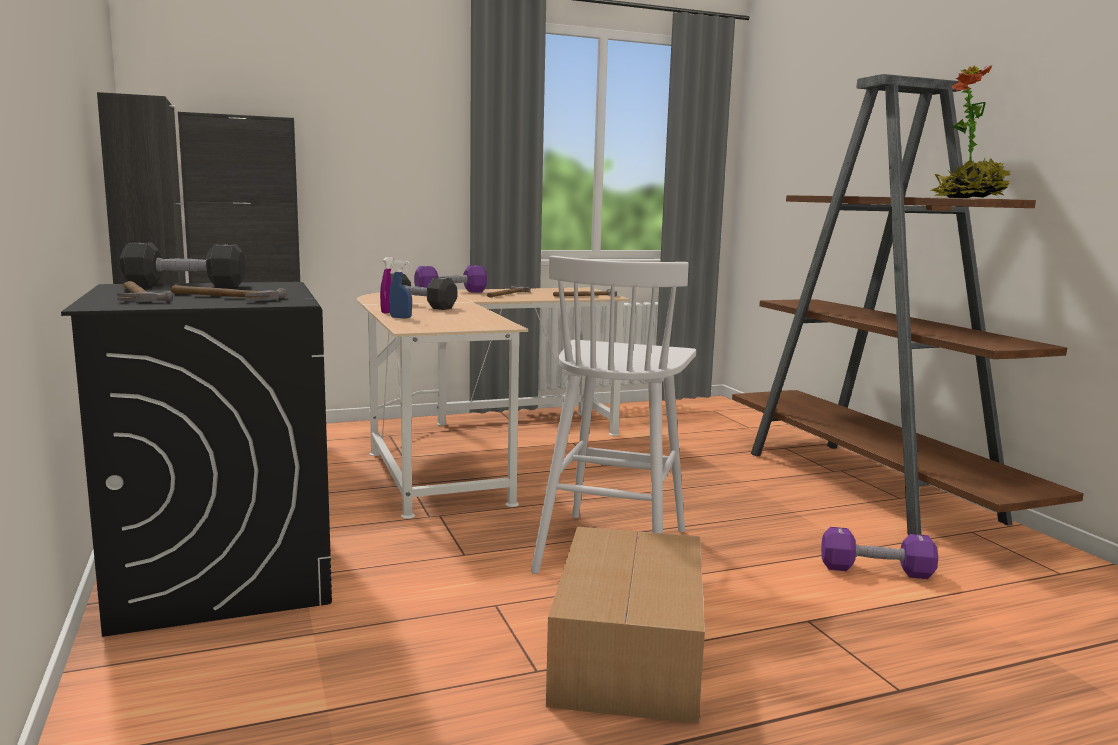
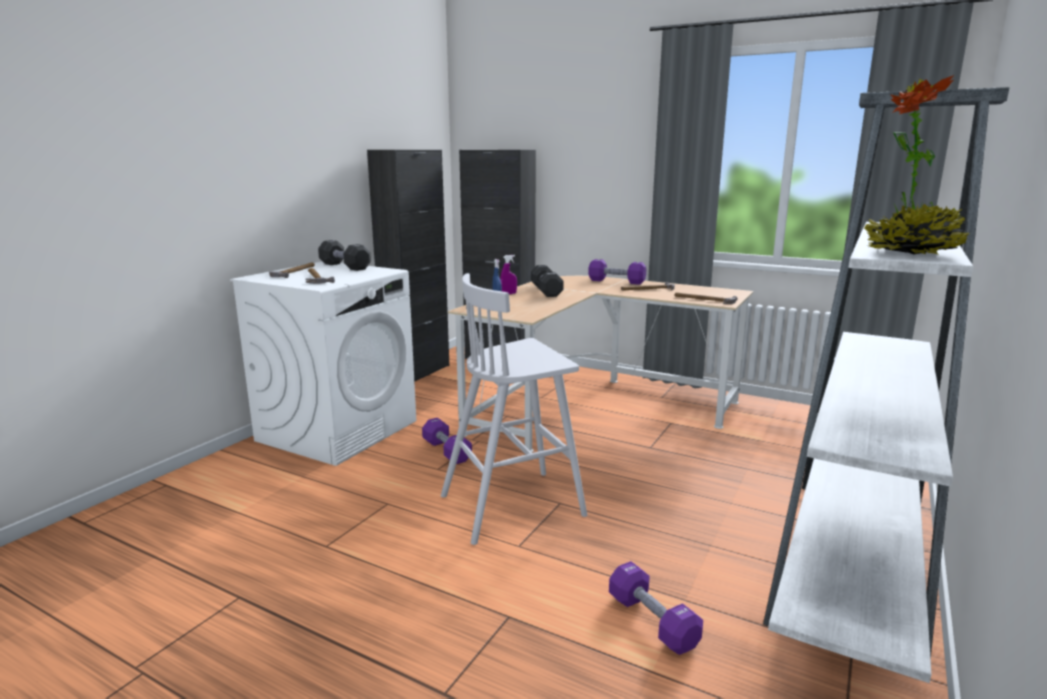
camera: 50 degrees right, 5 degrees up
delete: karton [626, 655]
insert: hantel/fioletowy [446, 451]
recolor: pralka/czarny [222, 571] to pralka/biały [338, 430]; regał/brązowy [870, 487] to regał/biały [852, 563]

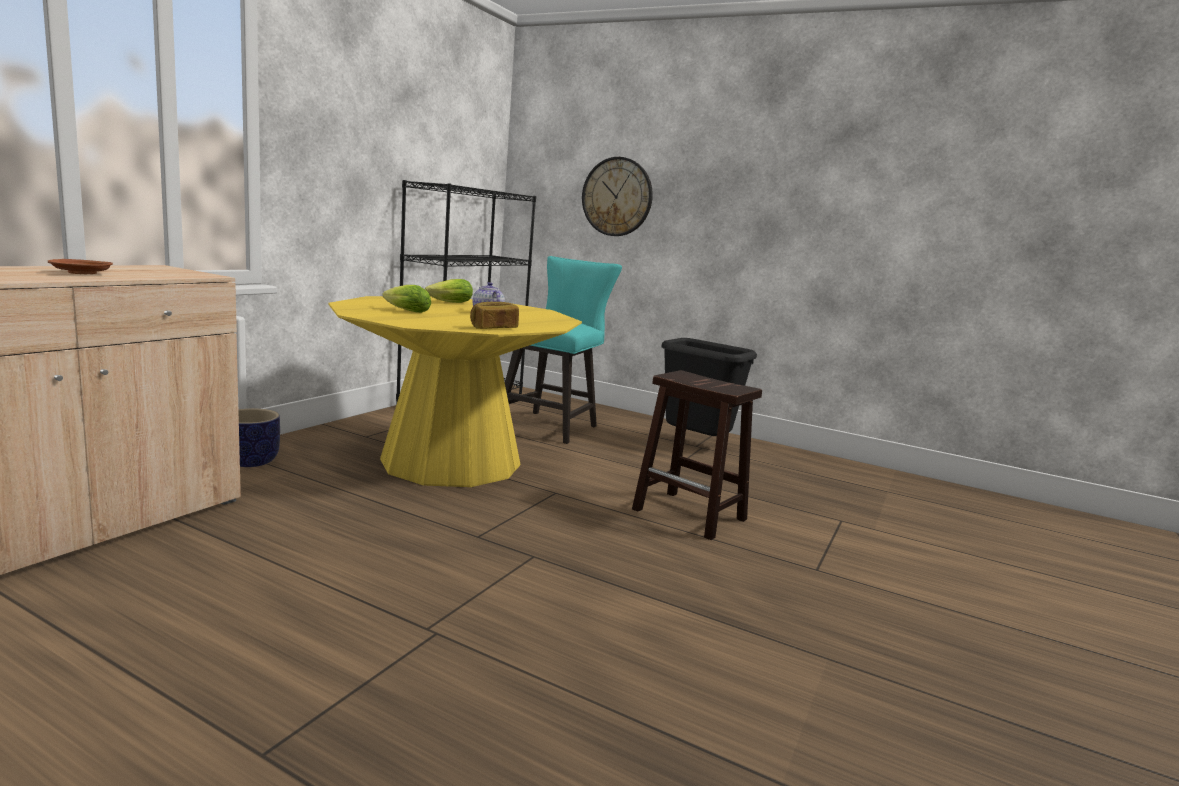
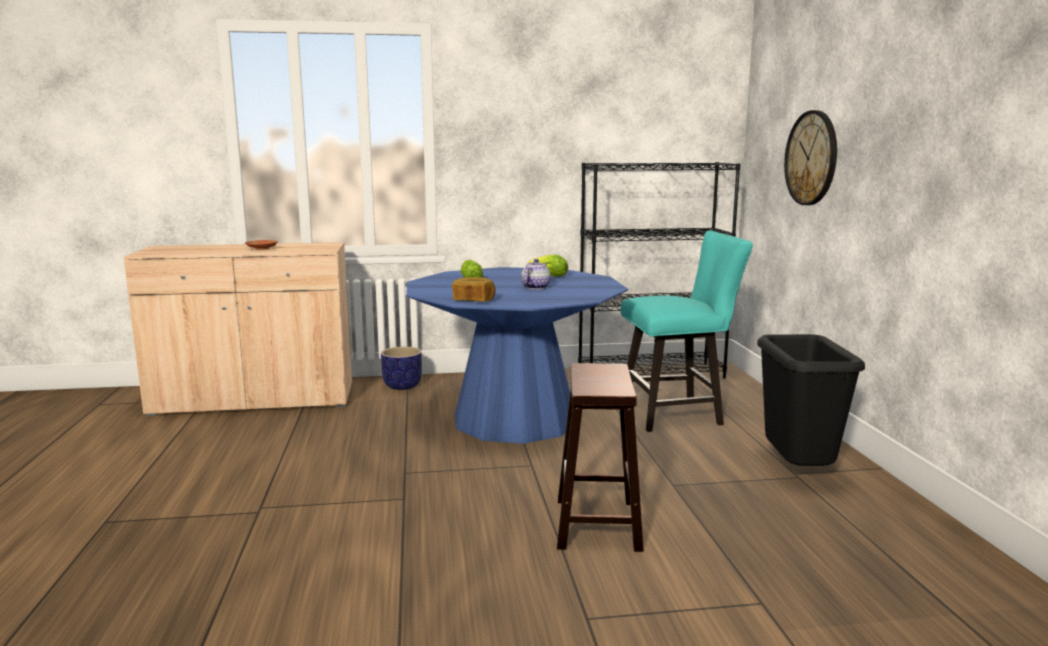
camera: 55 degrees right, 0 degrees up
recolor: stół jadalny/żółty [451, 461] to stół jadalny/niebieski [515, 419]

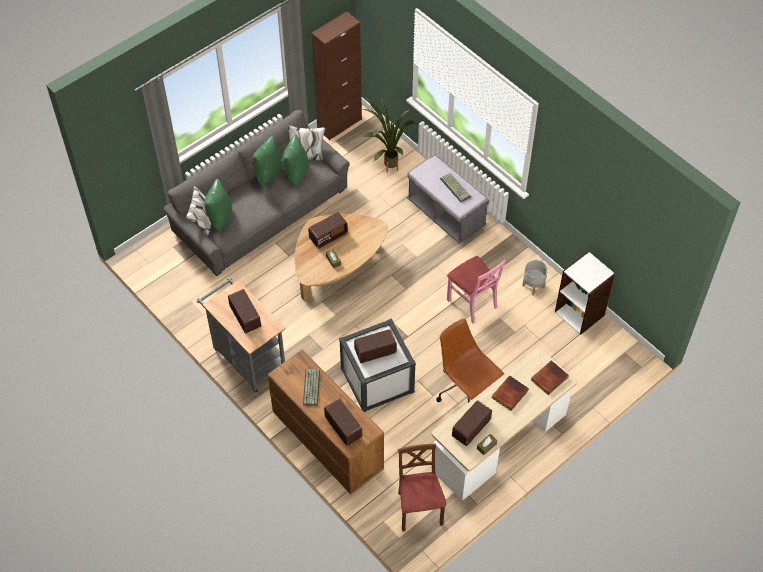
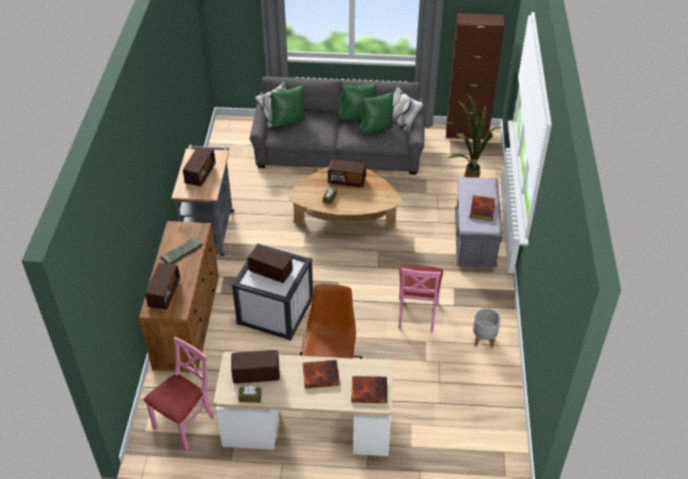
camera: 45 degrees right, 10 degrees down
delete: regał/biały [580, 313]
replace: klawiatura [456, 187] to książka [483, 209]
recolor: krzesło/brązowy [419, 509] to krzesło/różowy [185, 424]

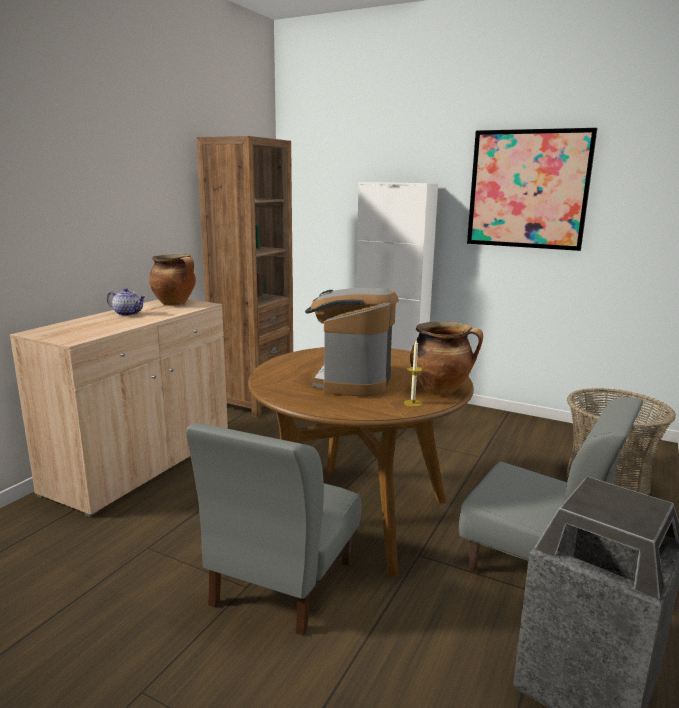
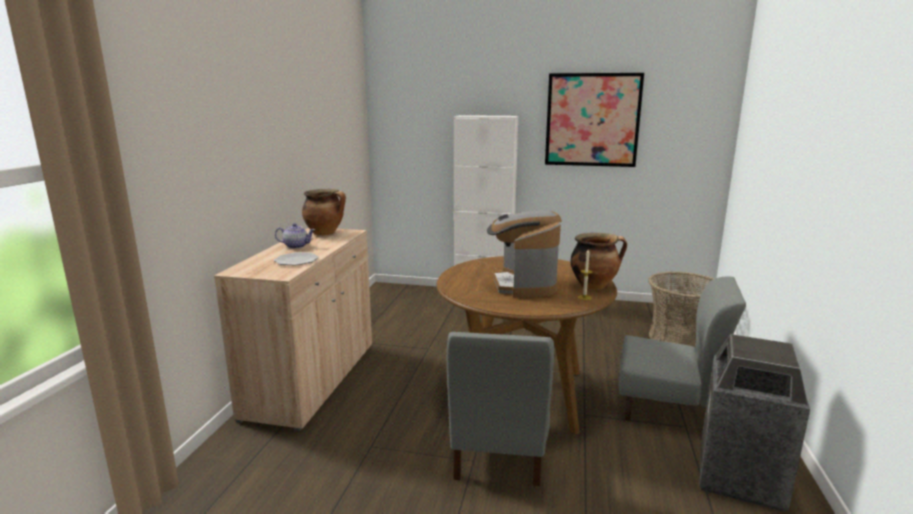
camera: 15 degrees left, 0 degrees up
delete: regał/brązowy [253, 400]
insert: talerz [296, 260]

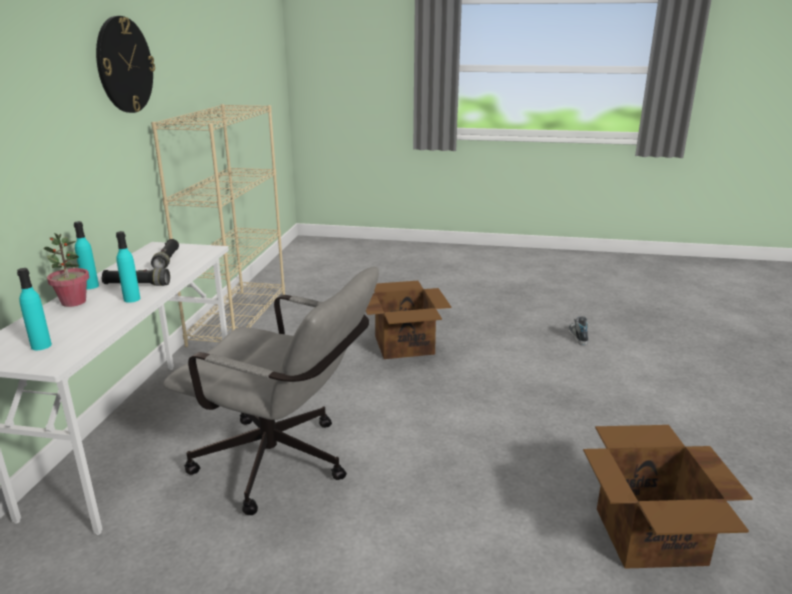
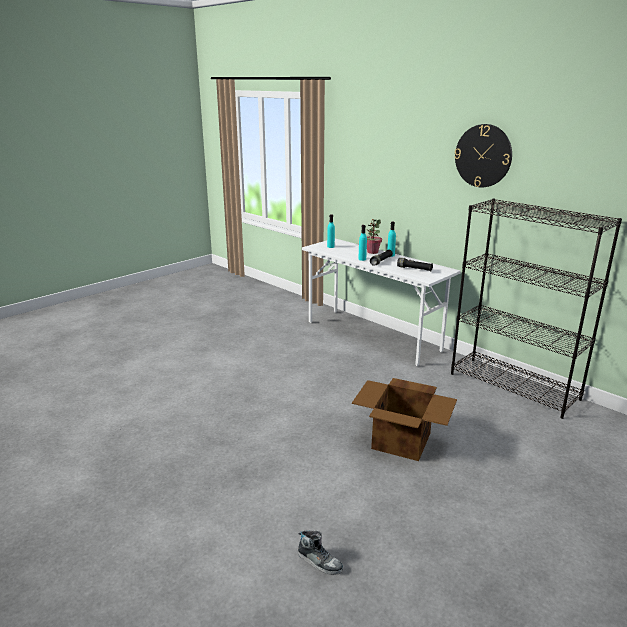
camera: 125 degrees right, 0 degrees up
delete: krzesło biurowe/szary [284, 465]; karton [649, 537]
recolor: regał/beżowy [239, 318] to regał/czarny [514, 386]

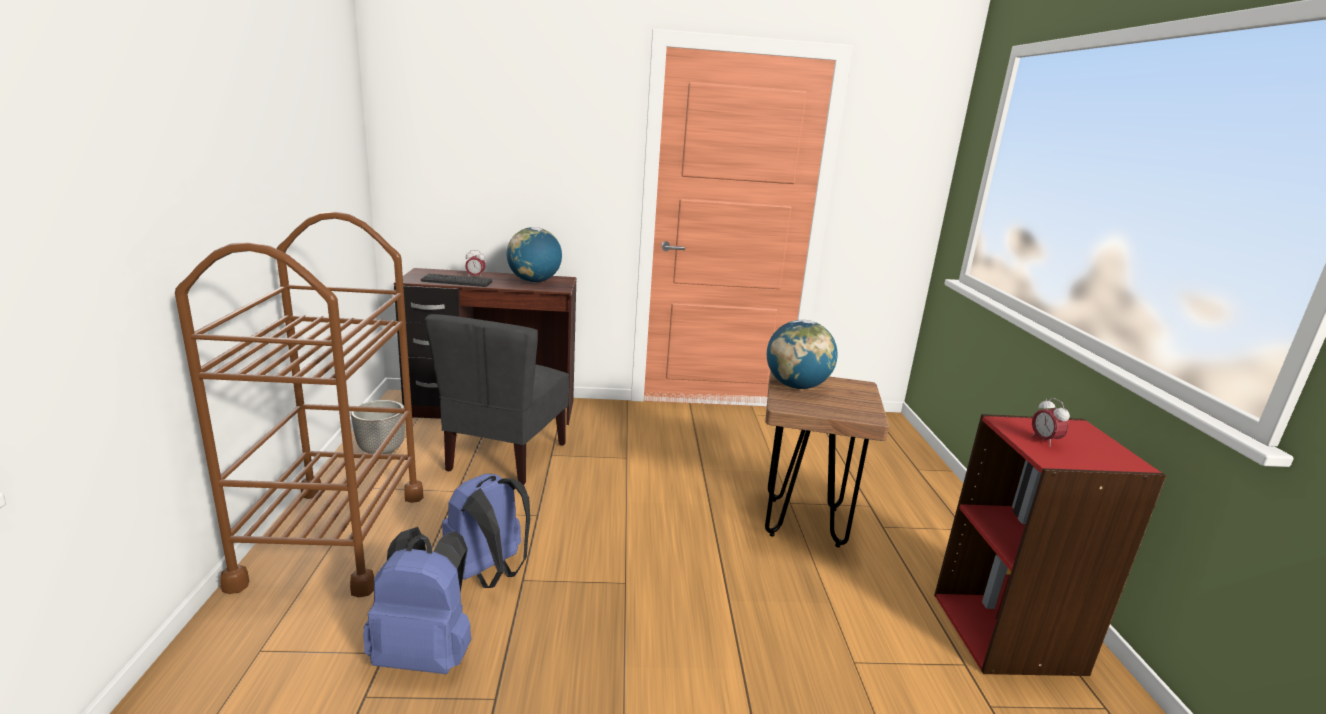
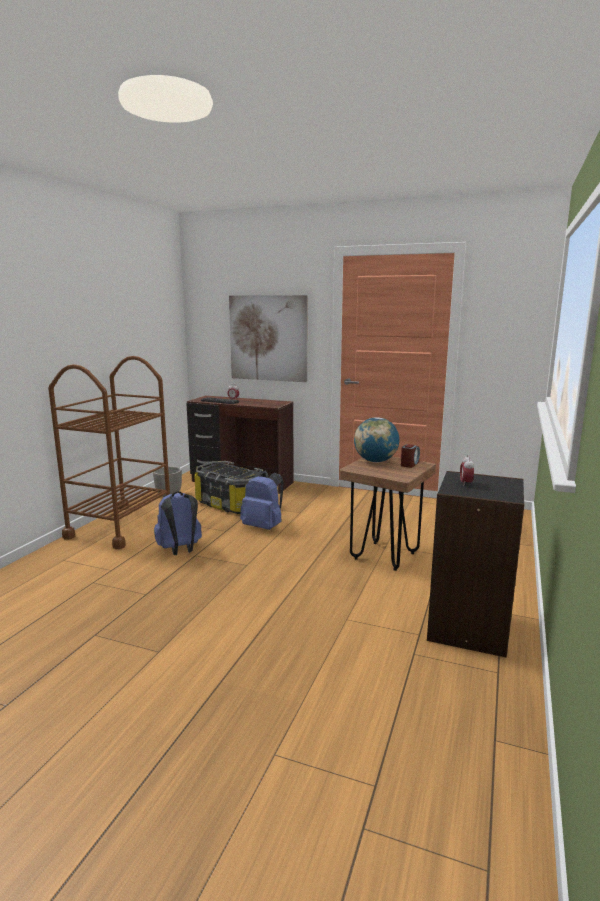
camera: 25 degrees right, 5 degrees down
delete: globus [534, 281]
insert: obraz [268, 338]; budzik [409, 464]
move: plecak/niebieski [426, 654] to [264, 527]
replace: krzesło/szary [505, 457] to pojemnik do przechowywania [230, 504]
recolor: regał/czerwony [1008, 633] to regał/czarny [470, 628]

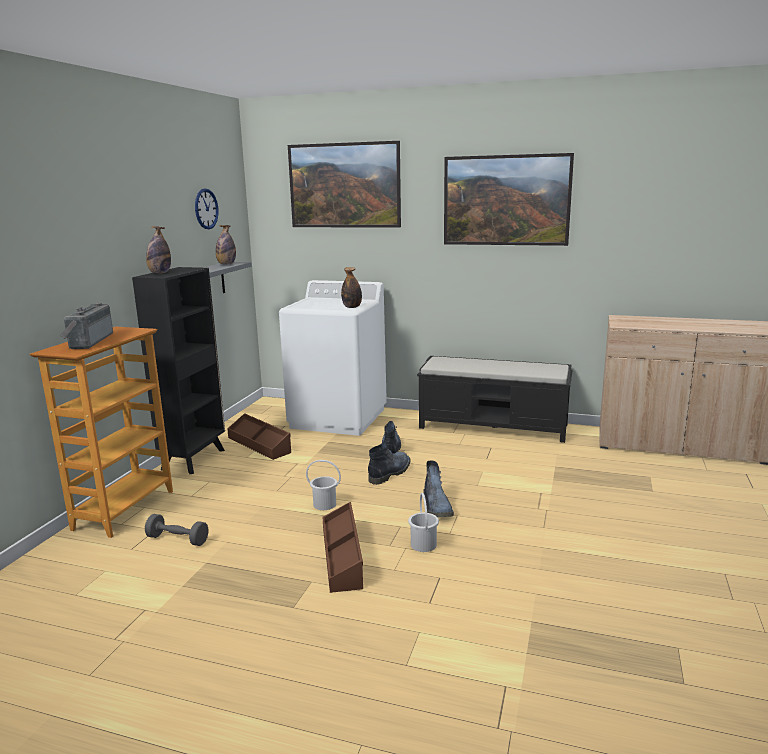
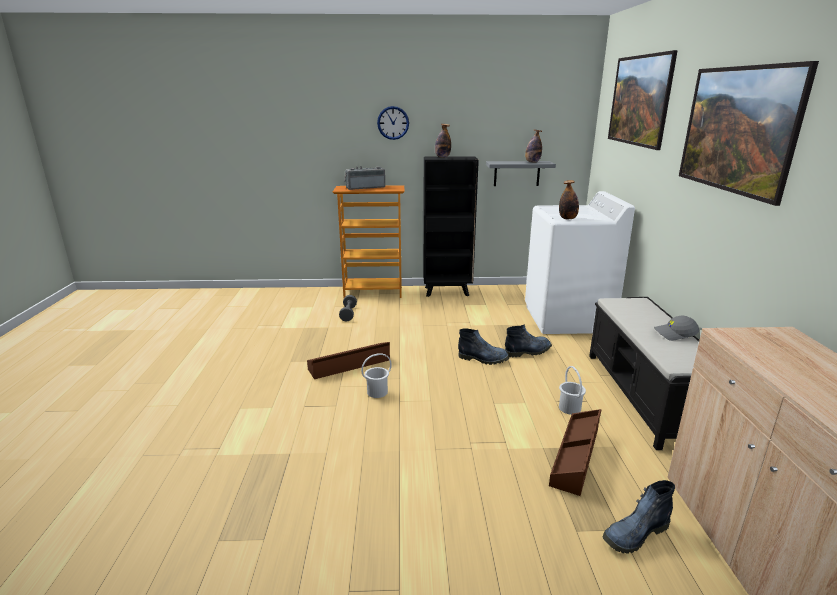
camera: 70 degrees right, 5 degrees up
insert: czapka z daszkiem/szary [675, 334]
move: zegar ścienny [206, 209] to [393, 123]; pojemnik do przechowywania/brązowy [259, 444] to [576, 456]; wiadro/biały [324, 504] to [569, 408]; but z cholewką [437, 508] to [635, 534]

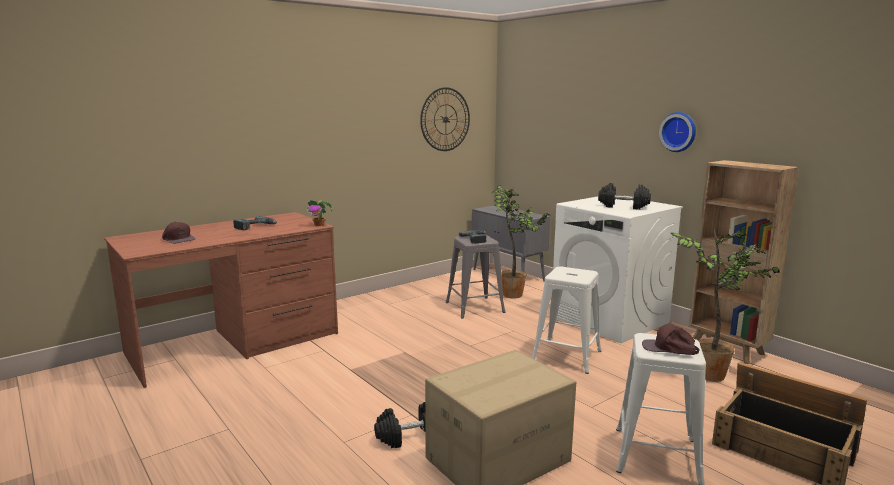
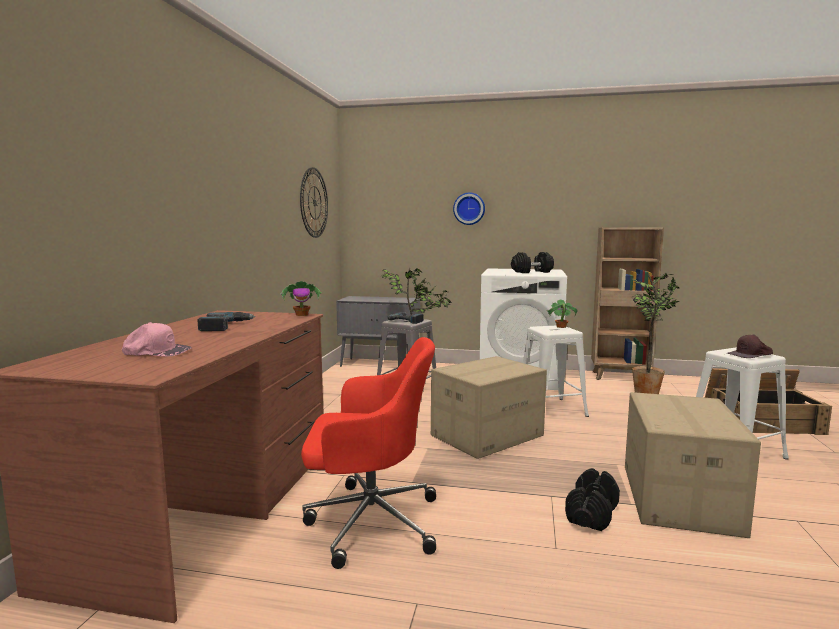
camera: 40 degrees left, 5 degrees down
insert: krzesło biurowe/czerwony [369, 521]; karton [486, 435]; roślina doniczkowa [561, 327]
move: zegar ścienny [679, 132] to [469, 208]
recolor: czapka z daszkiem/brązowy [178, 239] to czapka z daszkiem/różowy [157, 351]

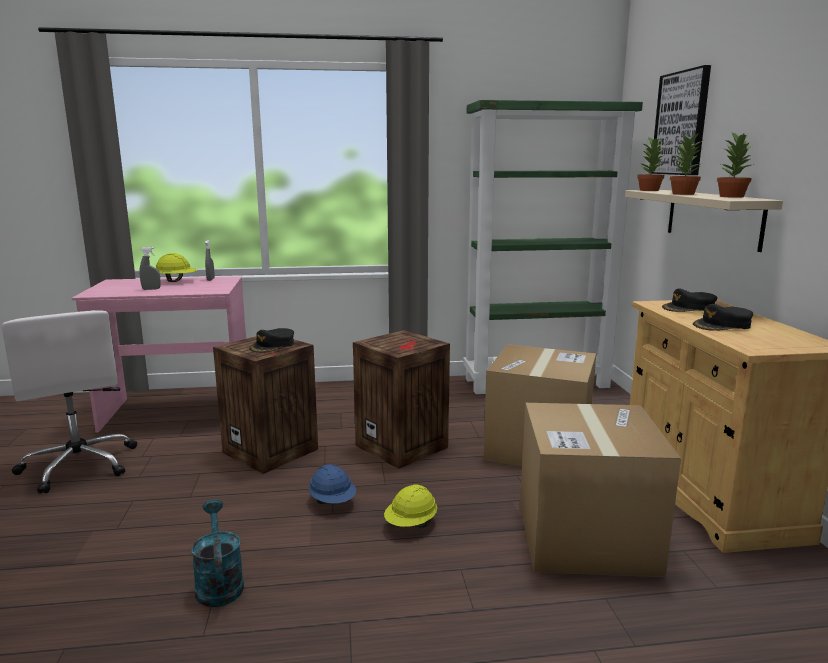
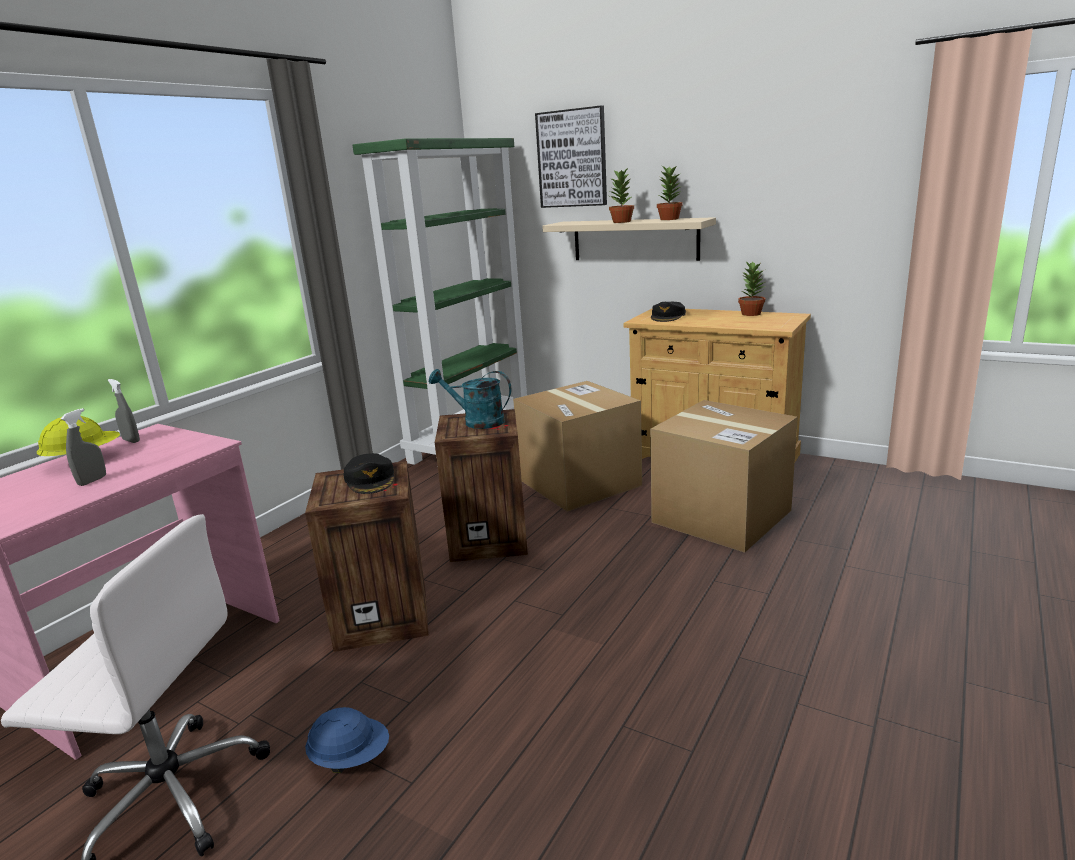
camera: 50 degrees left, 5 degrees up
delete: kask/żółty [411, 525]; czapka z daszkiem/czarny [722, 325]
move: konewka/turkusowy [218, 583] to [477, 422]; kask/niebieski [333, 502] to [351, 758]; roślina doniczkowa [649, 190] to [750, 314]

